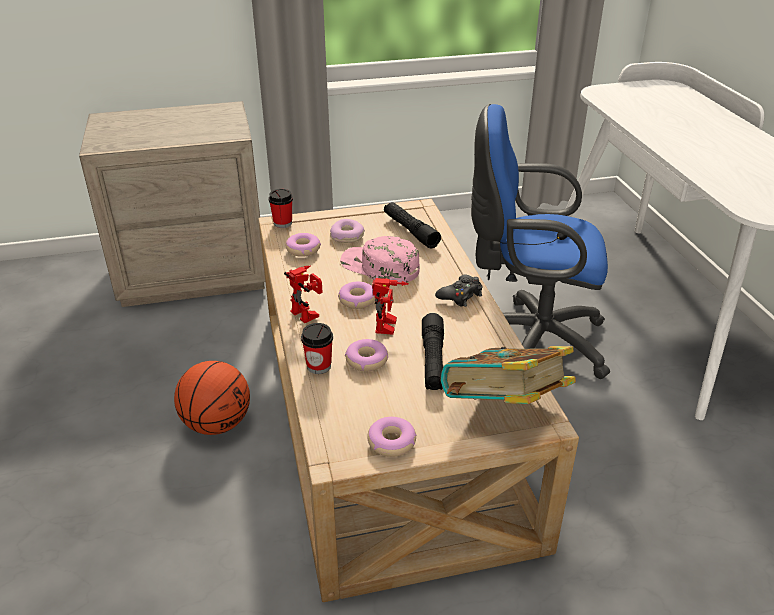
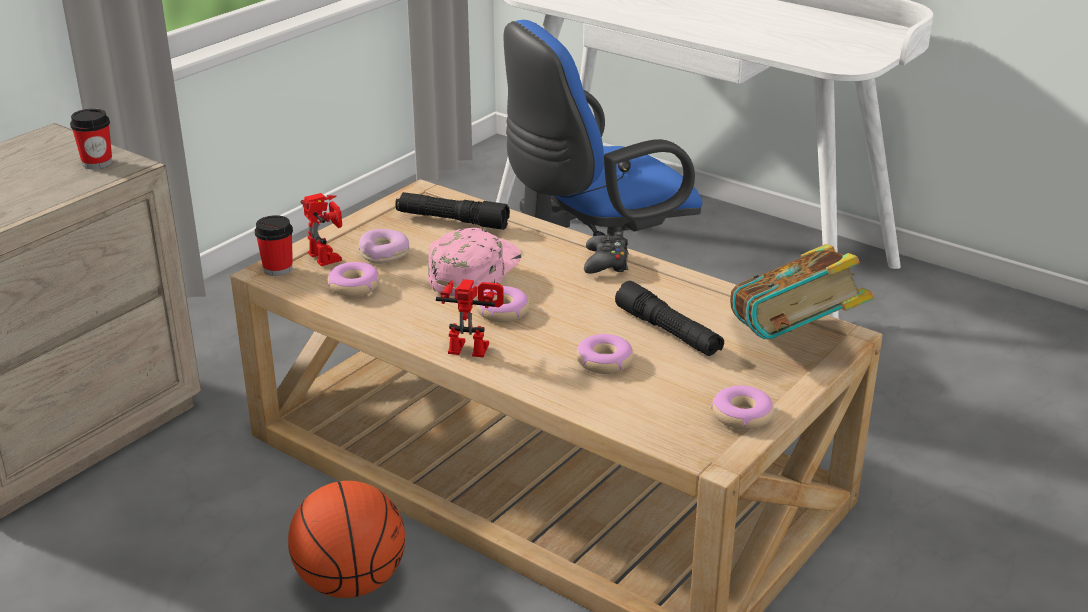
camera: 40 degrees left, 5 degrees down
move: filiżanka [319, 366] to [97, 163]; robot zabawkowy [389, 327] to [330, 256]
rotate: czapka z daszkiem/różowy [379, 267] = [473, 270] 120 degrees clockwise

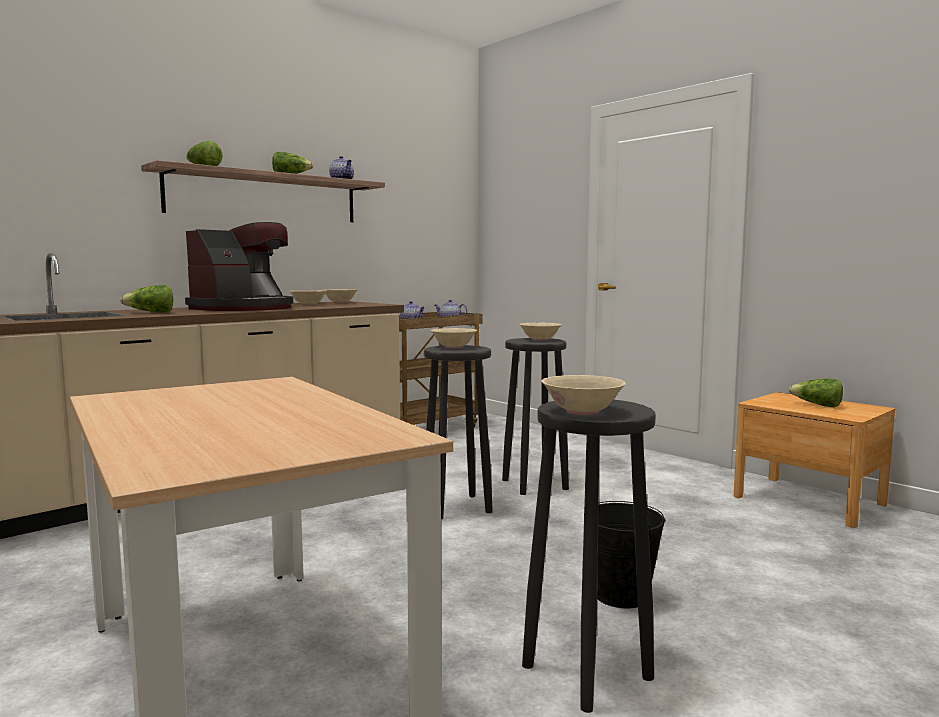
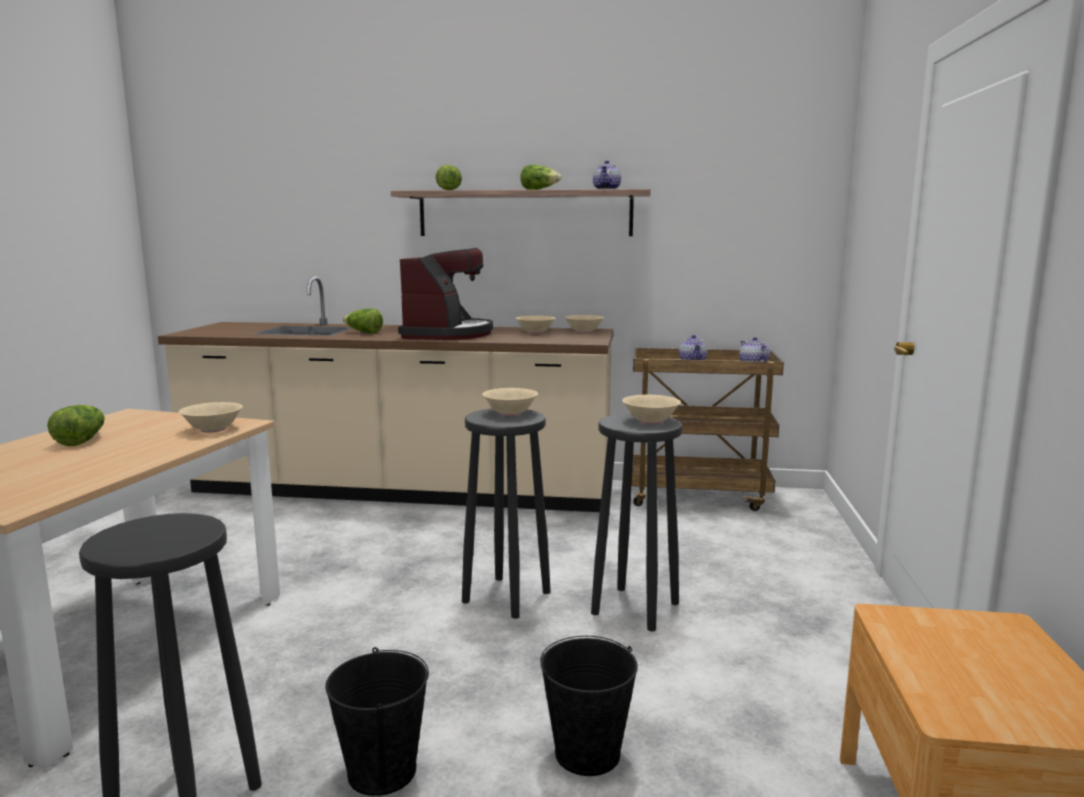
camera: 50 degrees right, 5 degrees up
insert: wiadro/czarny [588, 753]
move: miska/beżowy [583, 411] to [213, 429]; sałata [817, 405] to [81, 440]
rotate: ekspres do kawy [244, 308] = [448, 334] 75 degrees counterclockwise

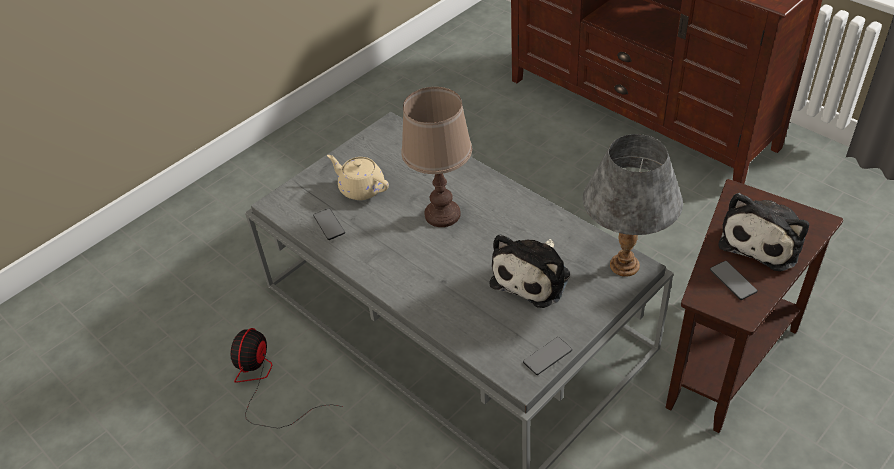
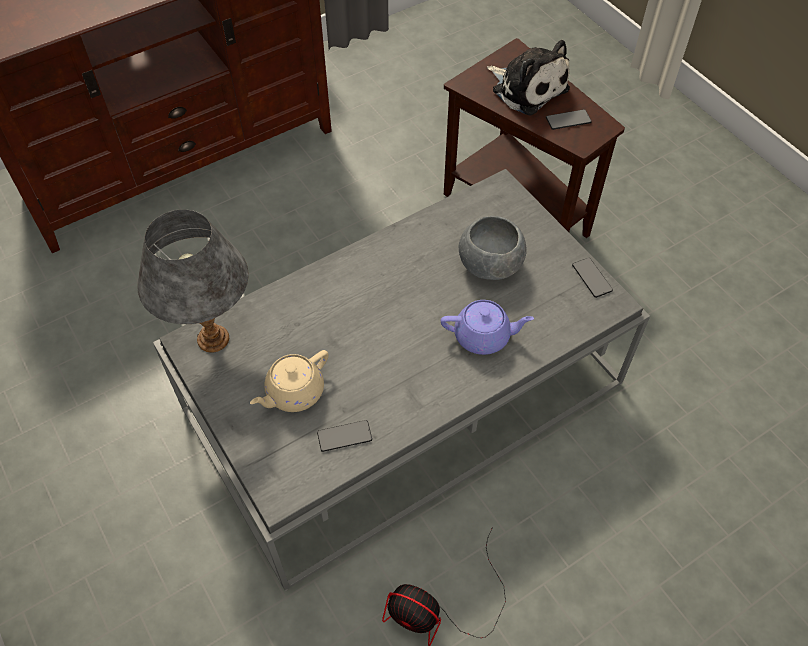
camera: 80 degrees left, 10 degrees up
delete: lampa stołowa/brązowy [442, 215]
insert: imbryk/fioletowy [483, 336]
move: lampa stołowa/szary [624, 265] to [212, 339]
replace: pluszak [533, 277] to miska/szary [490, 264]

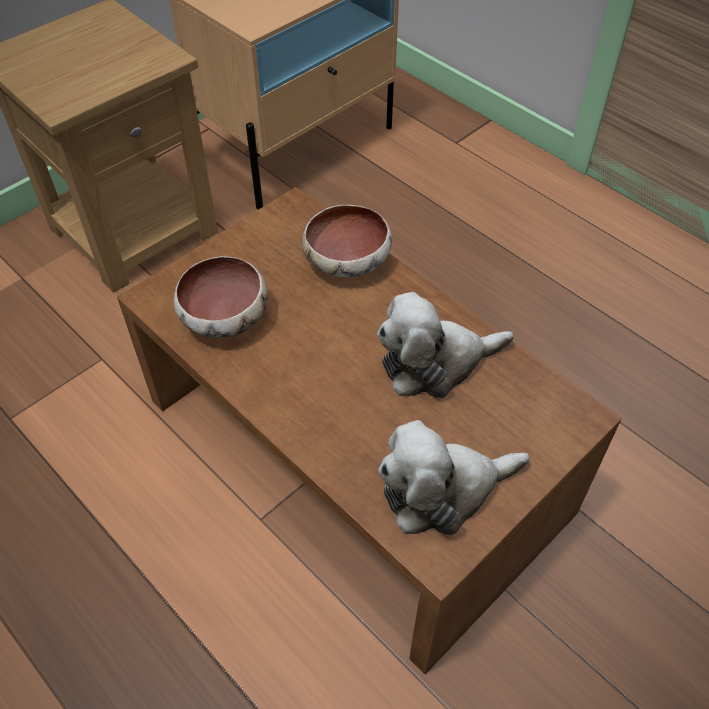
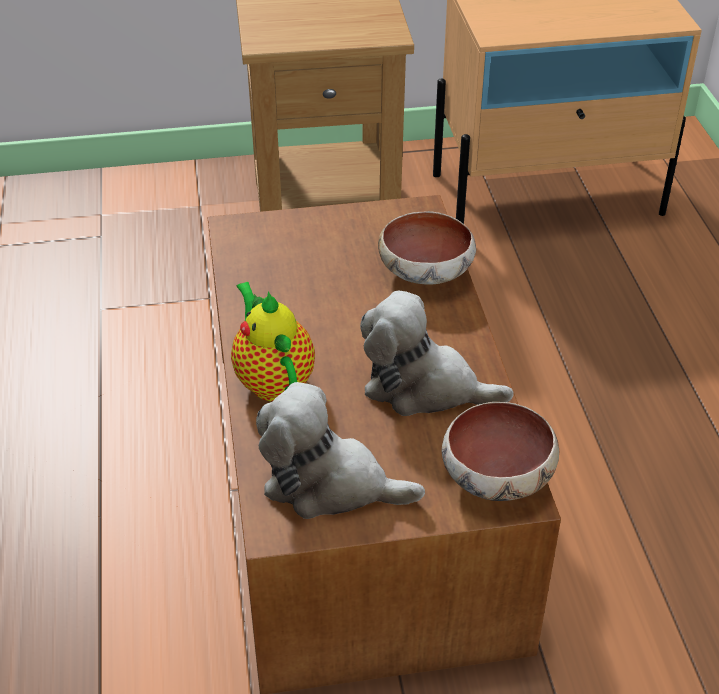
camera: 35 degrees right, 10 degrees down
insert: imbryk [272, 380]
move: miska [225, 319] to [496, 478]

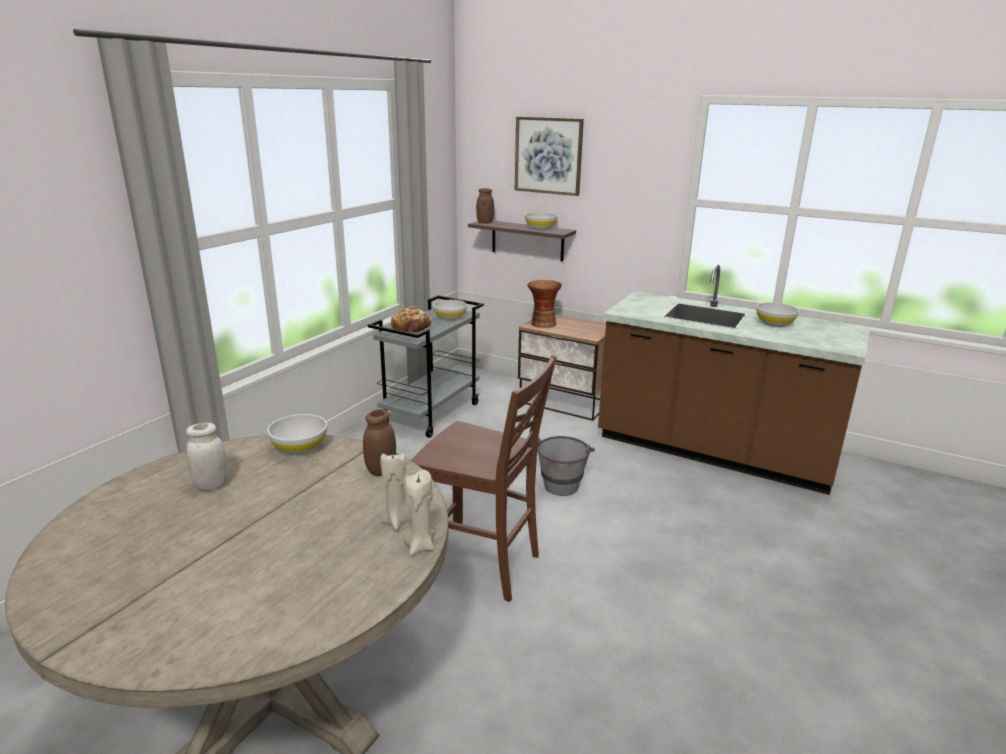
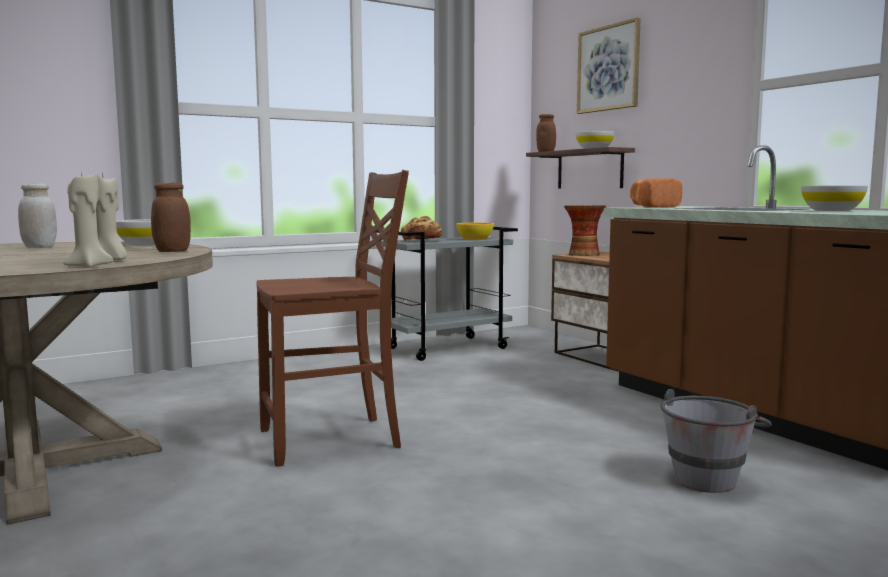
camera: 30 degrees right, 15 degrees down
insert: chleb [653, 207]
move: wiadro/szary [562, 482] to [709, 476]
recolor: miska/biały [450, 318] to miska/żółty [475, 239]
rotate: krzesło/brązowy [481, 564] = [332, 439] 75 degrees counterclockwise

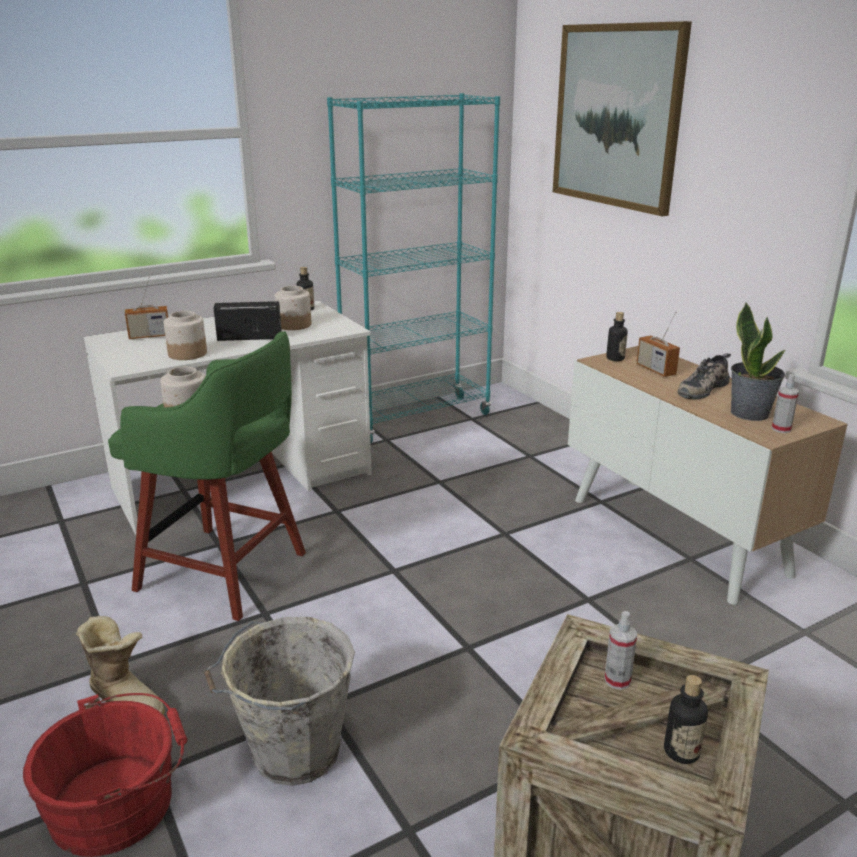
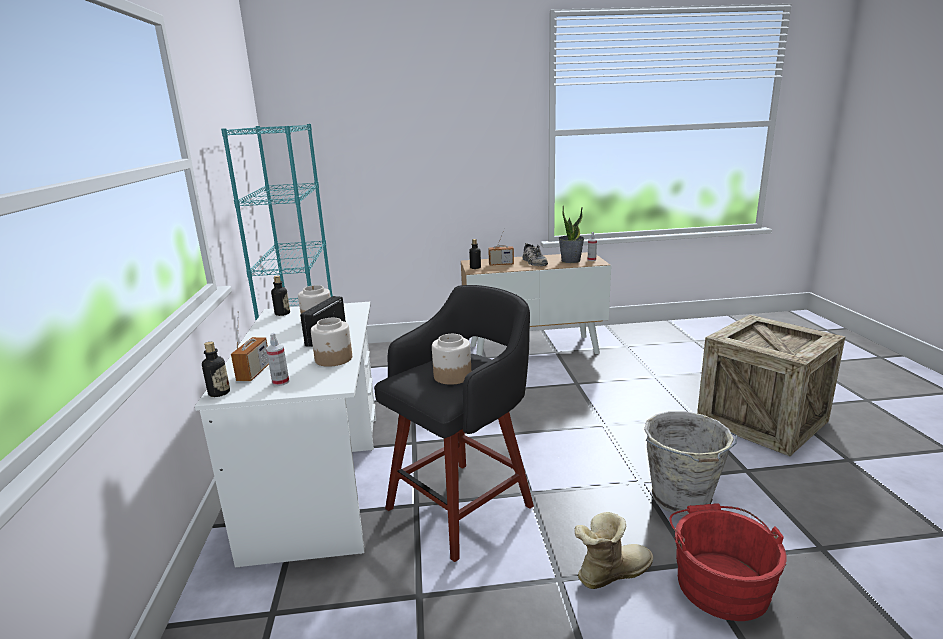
camera: 65 degrees left, 5 degrees down
delete: obraz [617, 116]
move: spryskiwacz [617, 680] to [280, 382]; butelka [681, 751] to [219, 393]
recolor: stołek/zielony [226, 573] to stołek/czarny [463, 505]

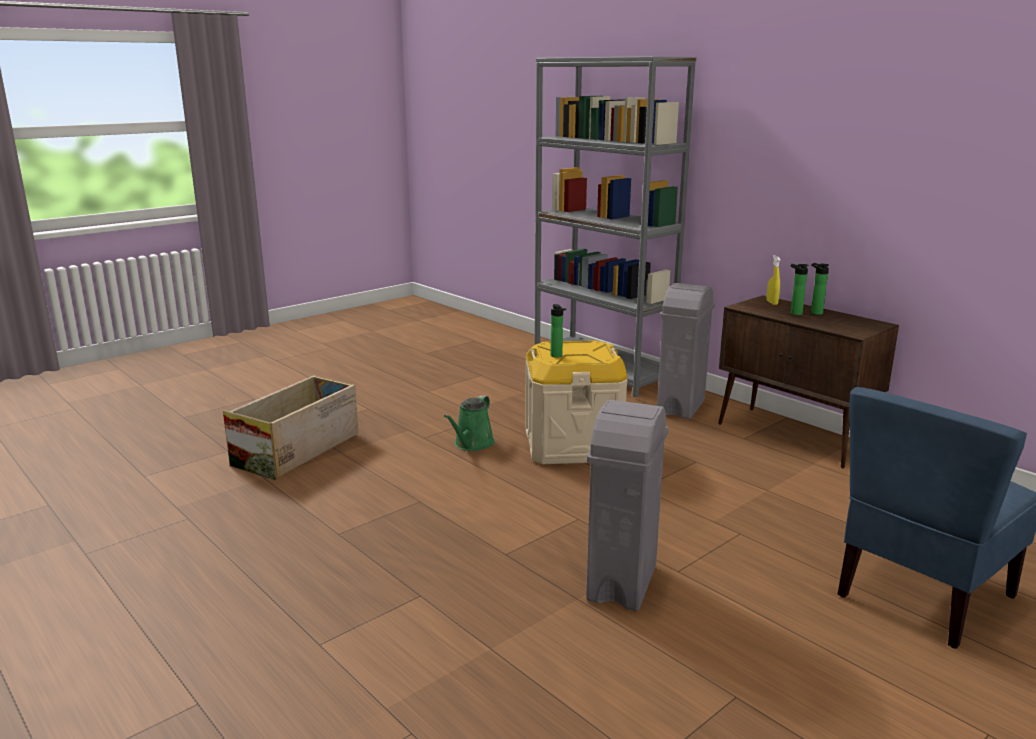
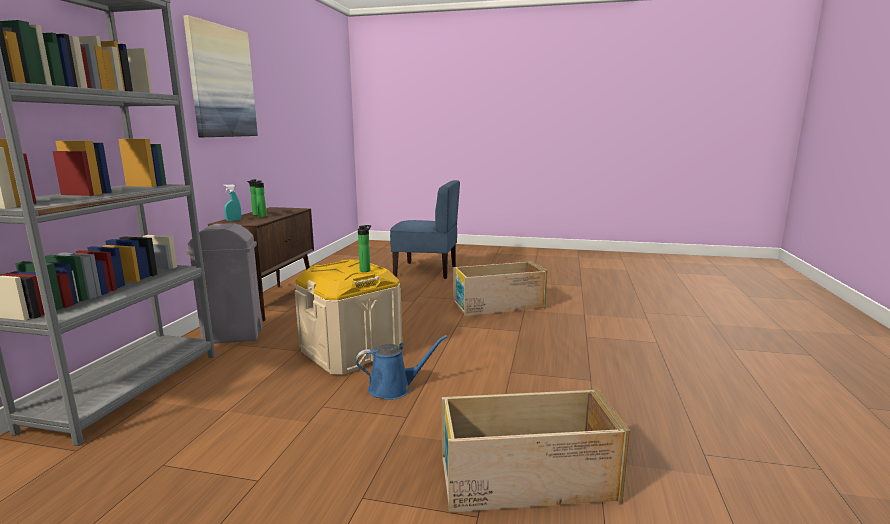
camera: 125 degrees left, 5 degrees down
insert: obraz [221, 82]
replace: kosz na śmieci/szary [623, 582] to skrzynka [497, 306]
recolor: konewka/zielony [472, 444] to konewka/niebieski [394, 388]; spryskiwacz/żółty [772, 303] to spryskiwacz/turkusowy [233, 221]

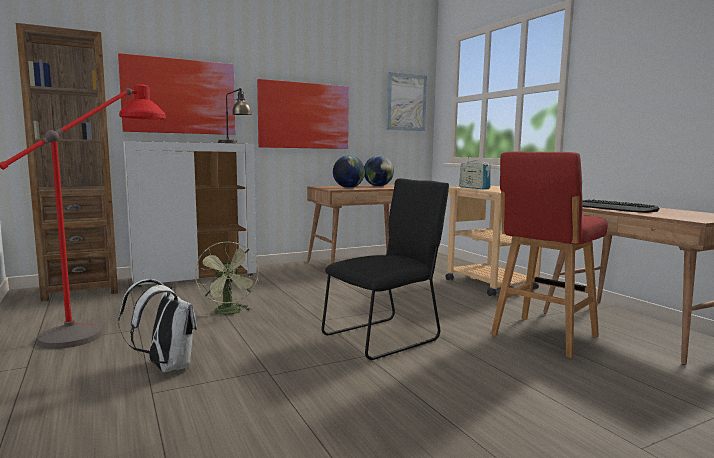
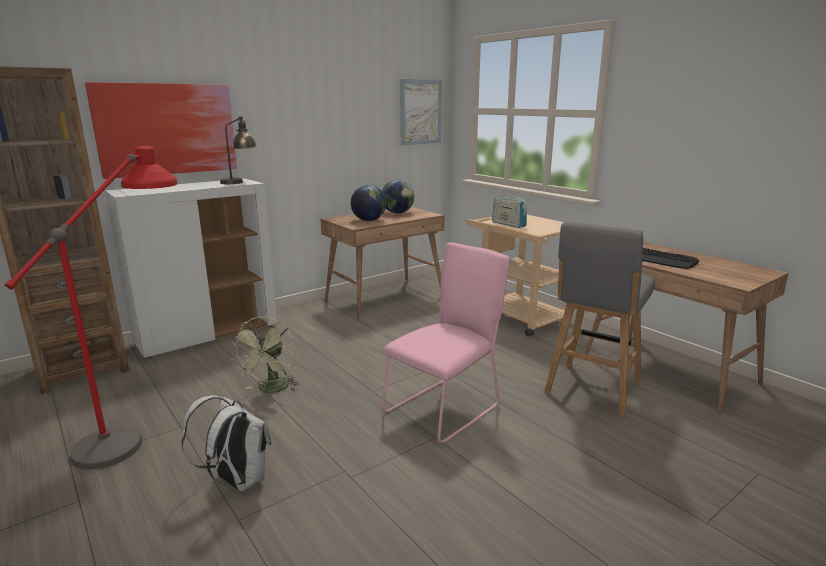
camera: 10 degrees left, 10 degrees up
delete: obraz [304, 116]
recolor: krzesło/czarny [385, 336] to krzesło/różowy [445, 407]; stołek/czerwony [542, 336] to stołek/szary [591, 390]
rotate: wentylator/zielony [229, 313] = [271, 390] 45 degrees clockwise

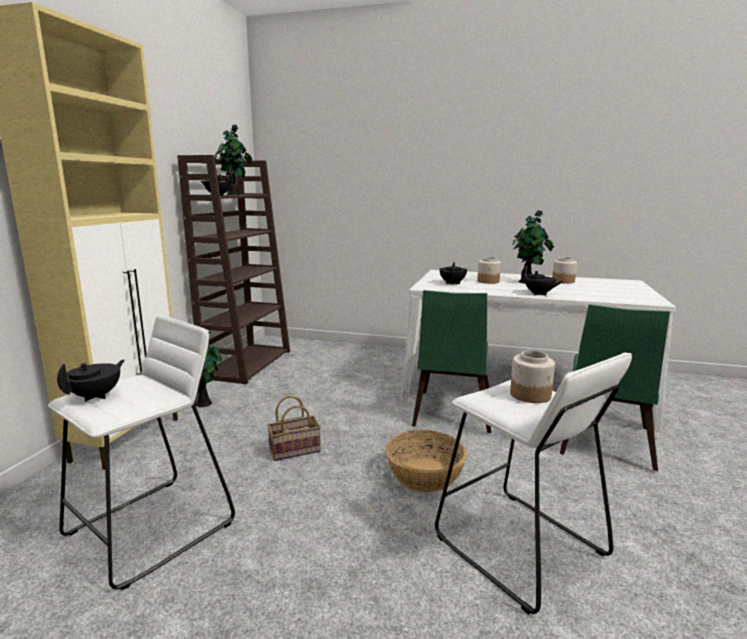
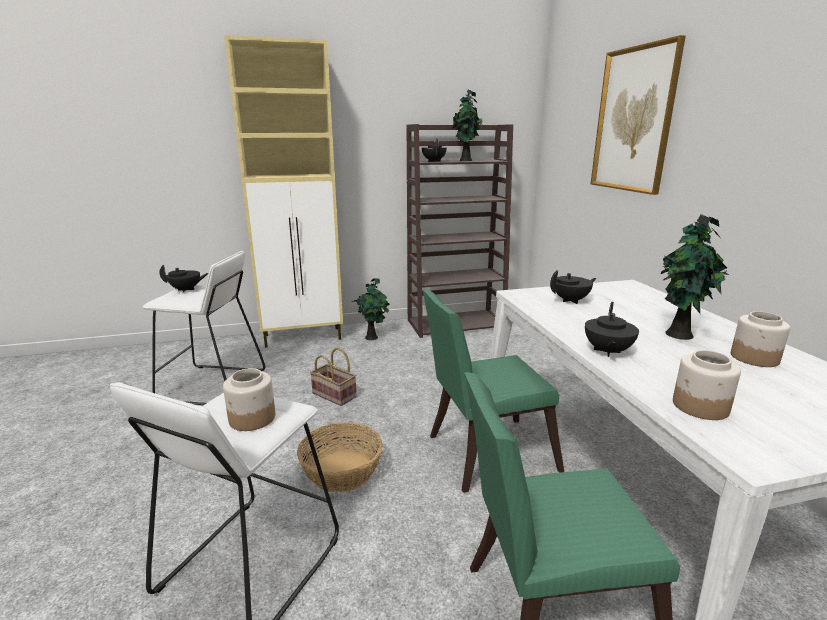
camera: 60 degrees right, 5 degrees up
insert: obraz [633, 120]
move: słoik [488, 281] to [700, 407]

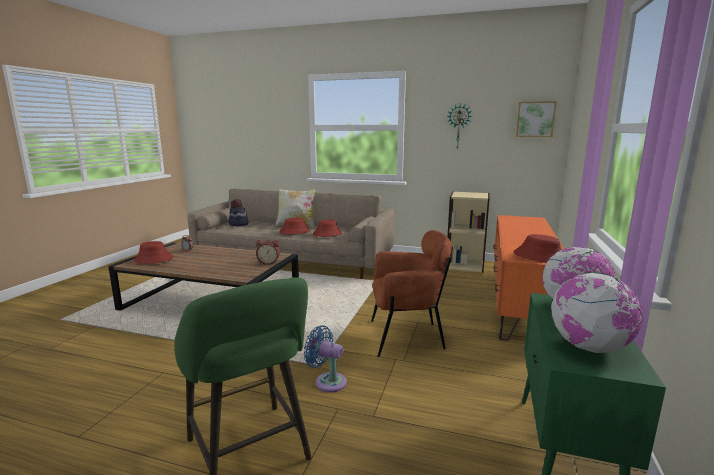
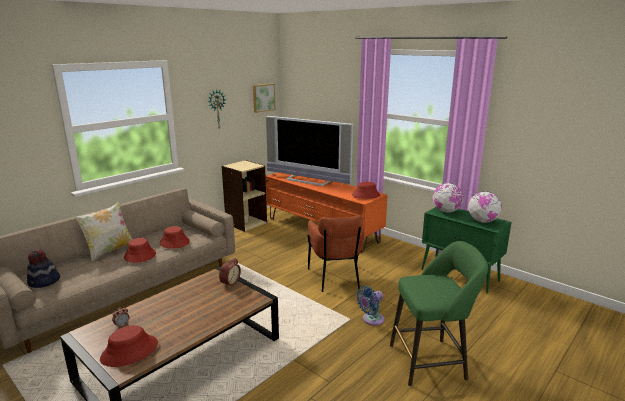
camera: 65 degrees left, 5 degrees up
insert: telewizor [308, 180]
rotate: fotel/brązowy [406, 337] = [336, 278] 150 degrees clockwise

